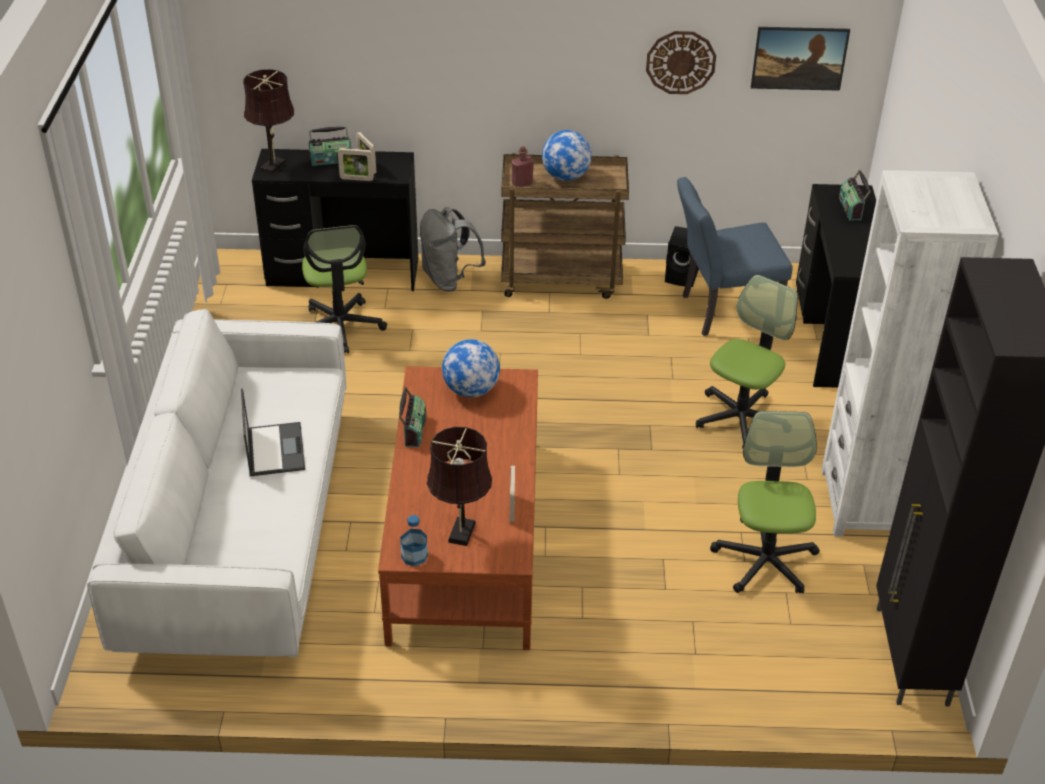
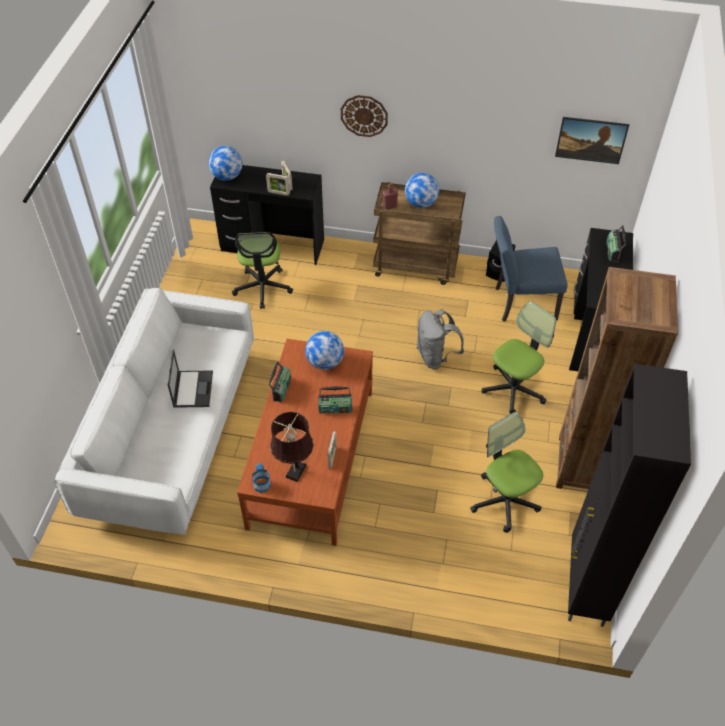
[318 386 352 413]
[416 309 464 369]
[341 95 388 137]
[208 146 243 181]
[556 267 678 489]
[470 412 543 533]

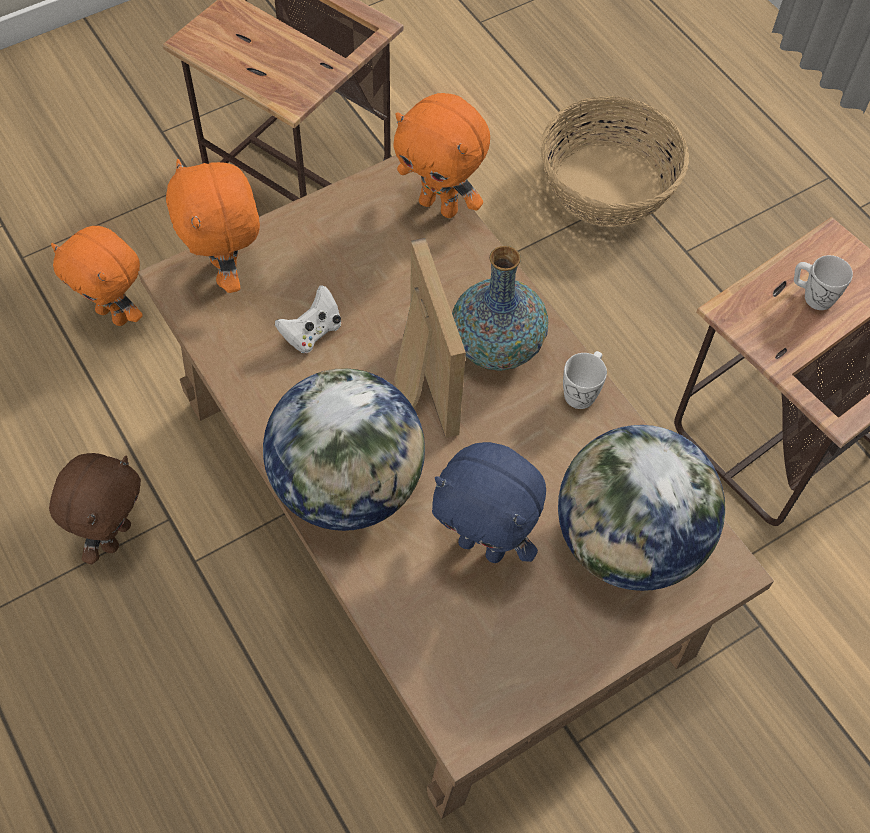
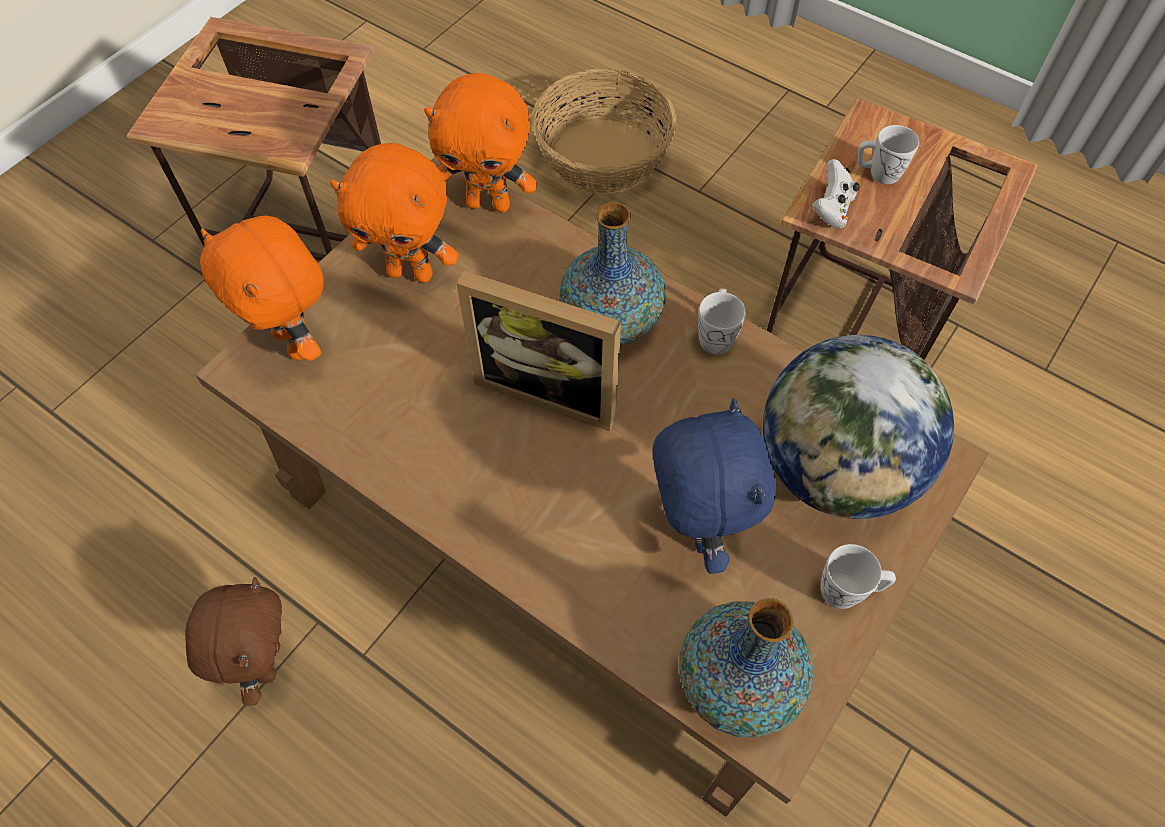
[263 368 425 531] (first image)
[679 598 814 737]
[821 544 896 609]
[330 143 459 283]
[812 159 860 228]
[456 271 621 431]
[653 398 776 574]

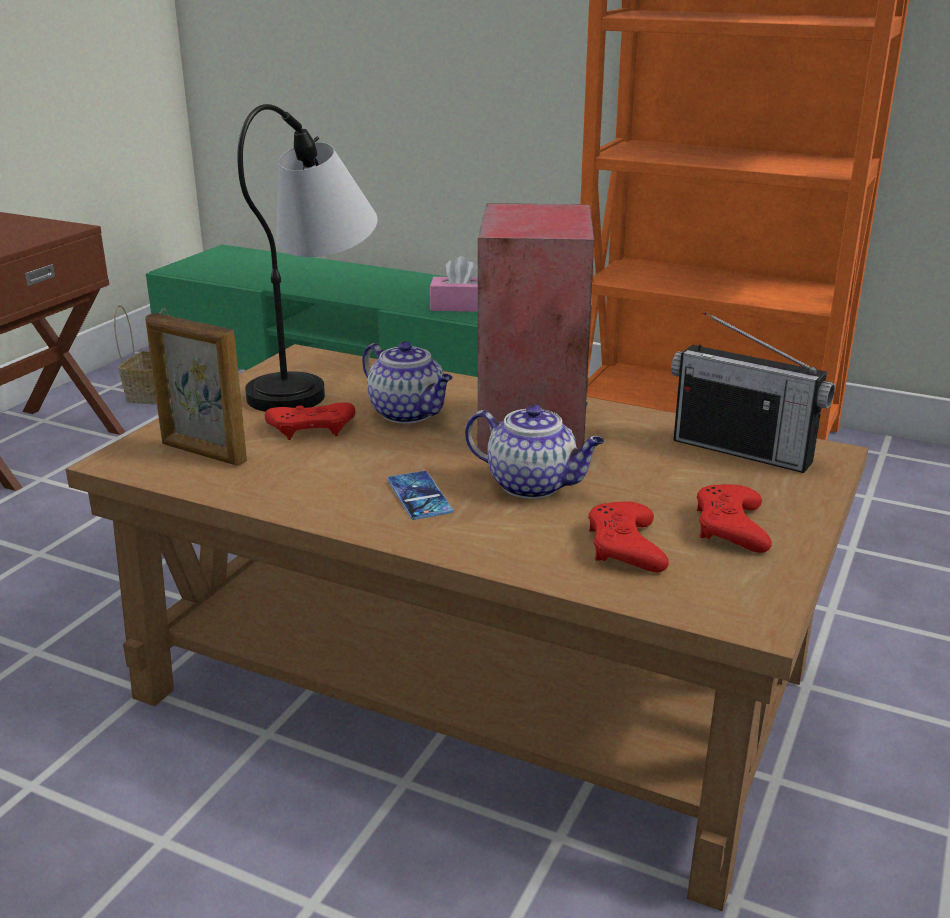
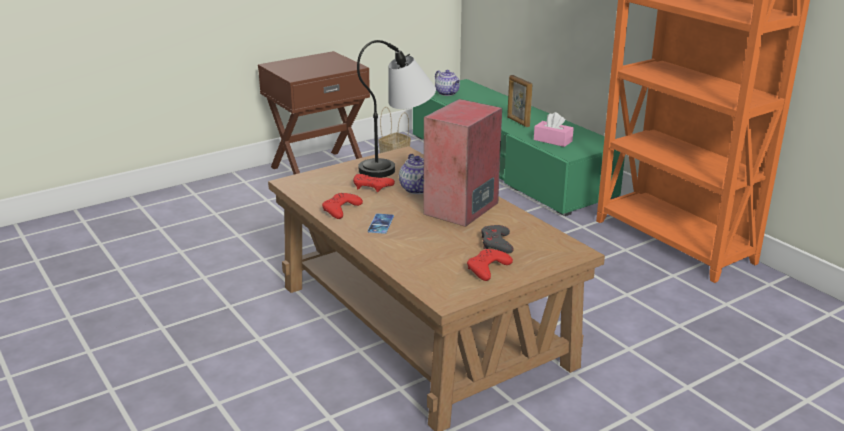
[671 311 835 473] (first image)
[481 225 514 253]
[507 75 532 127]
[435 70 460 96]
[322 193 363 219]

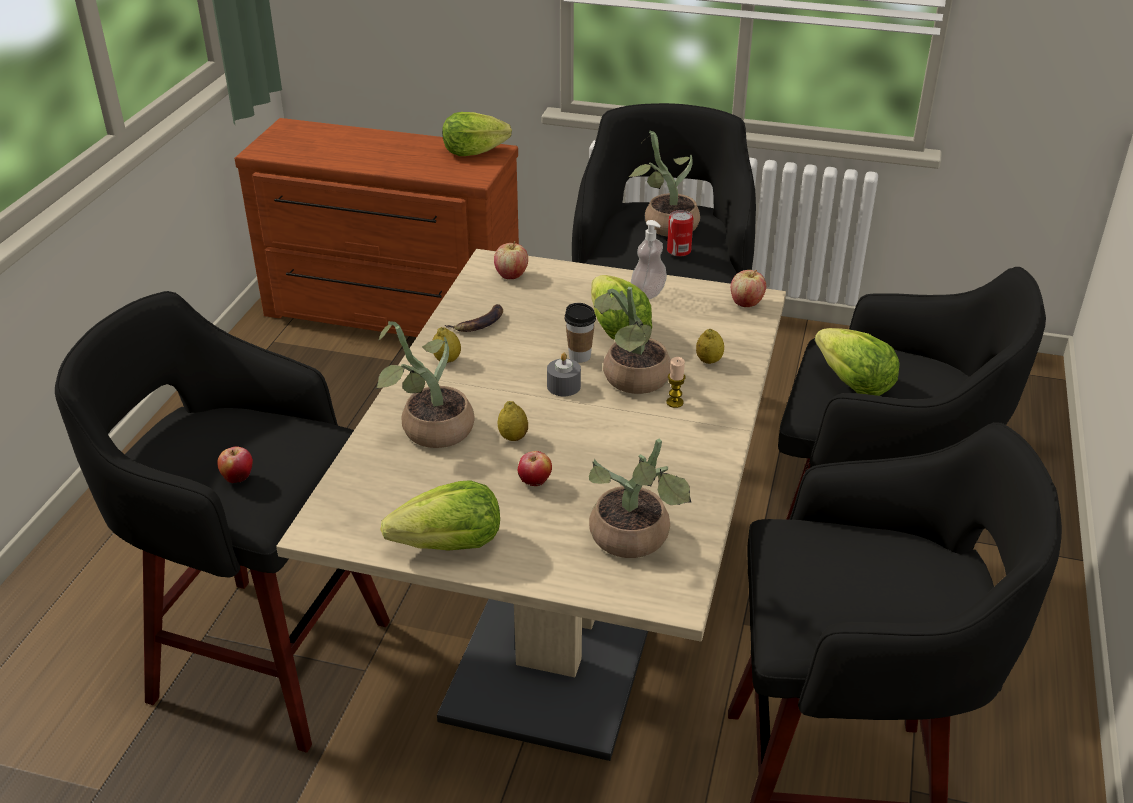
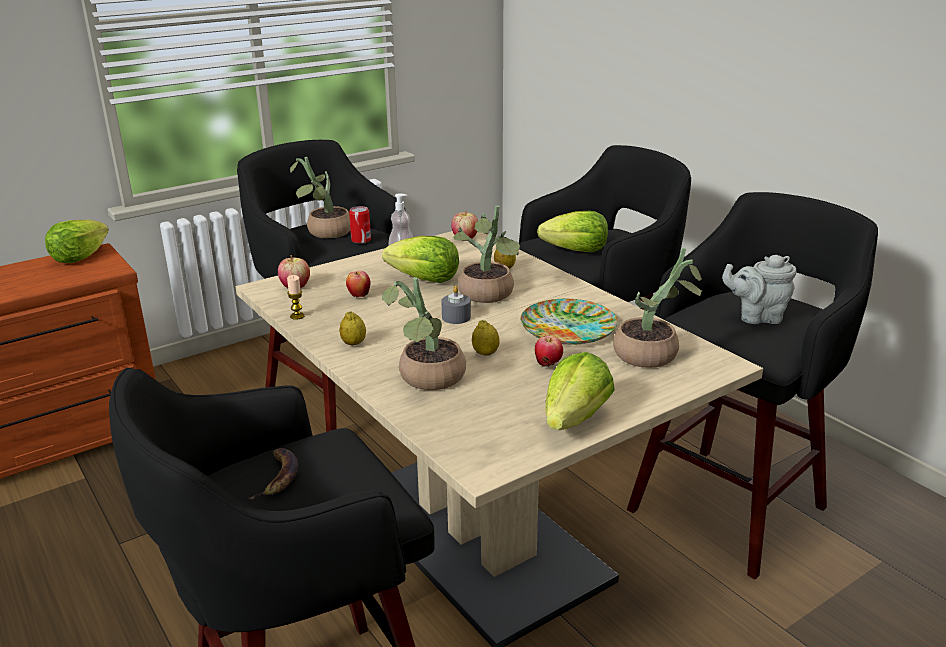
[564 303 596 363] (first image)
[521 299 618 344]
[722 255 797 324]
[346 271 370 297]
[249 448 298 499]
[287 275 305 320]

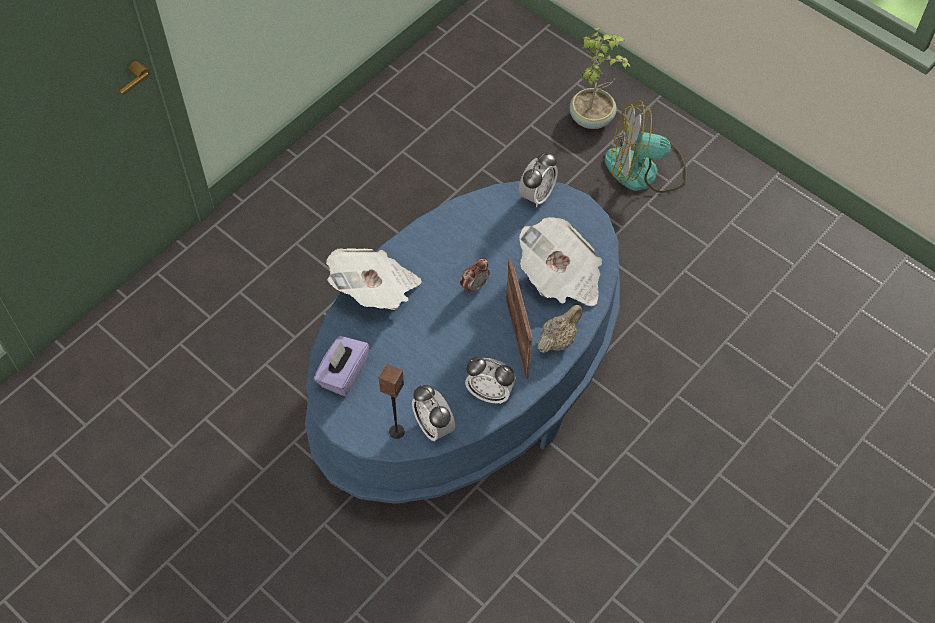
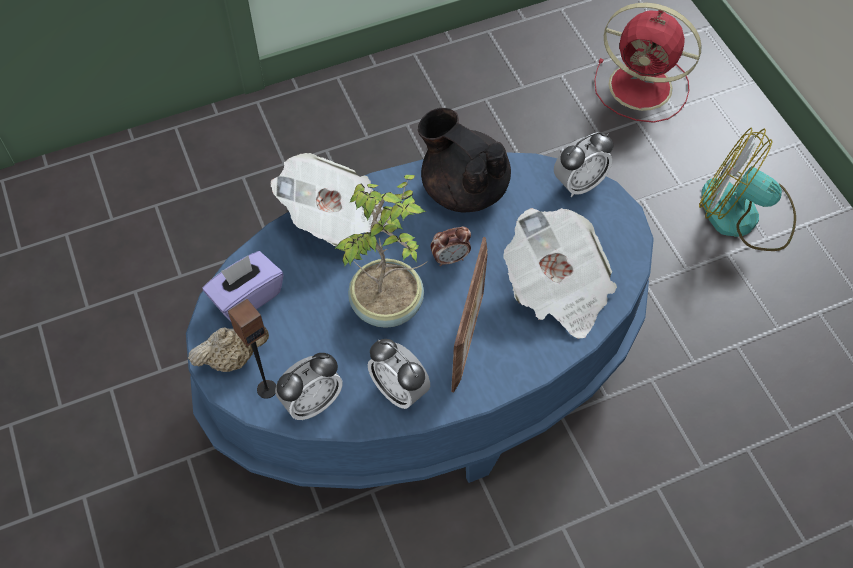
[418 108 511 212]
[594 3 702 123]
[188 326 269 372]
[334 175 428 328]
[275 353 342 420]

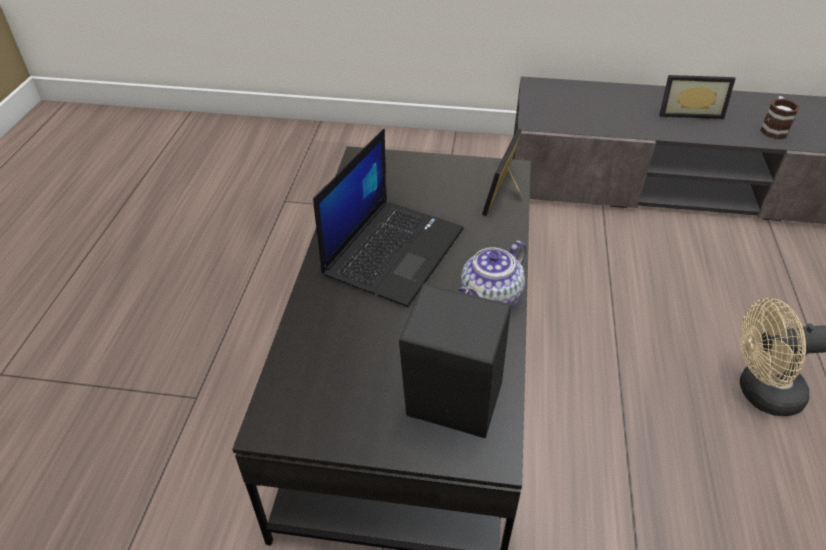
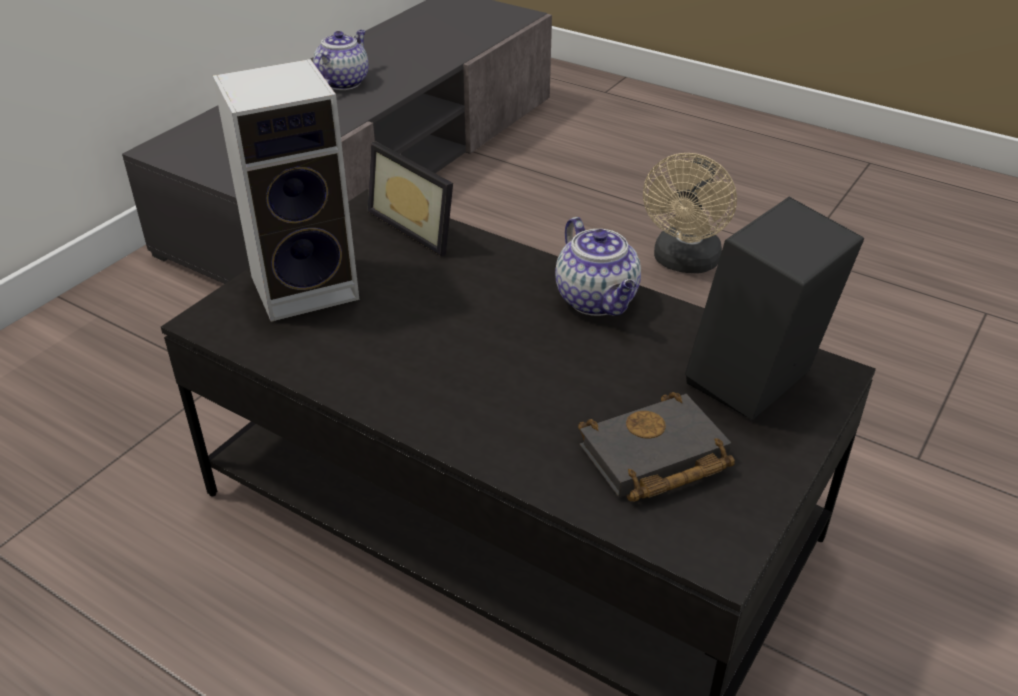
[313 129 464 307] (first image)
[760 96 800 139] (first image)
[212 59 360 322]
[578 392 735 501]
[313 30 368 90]

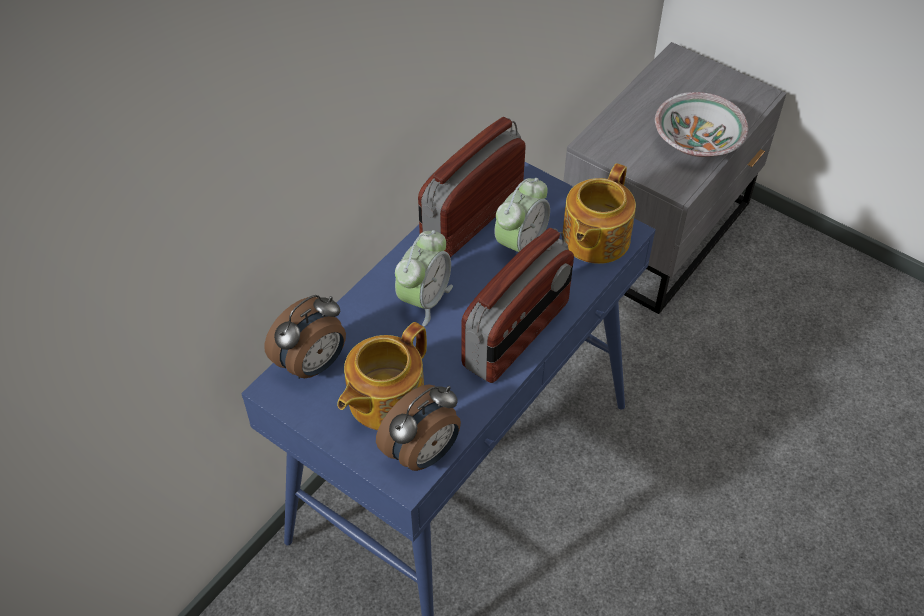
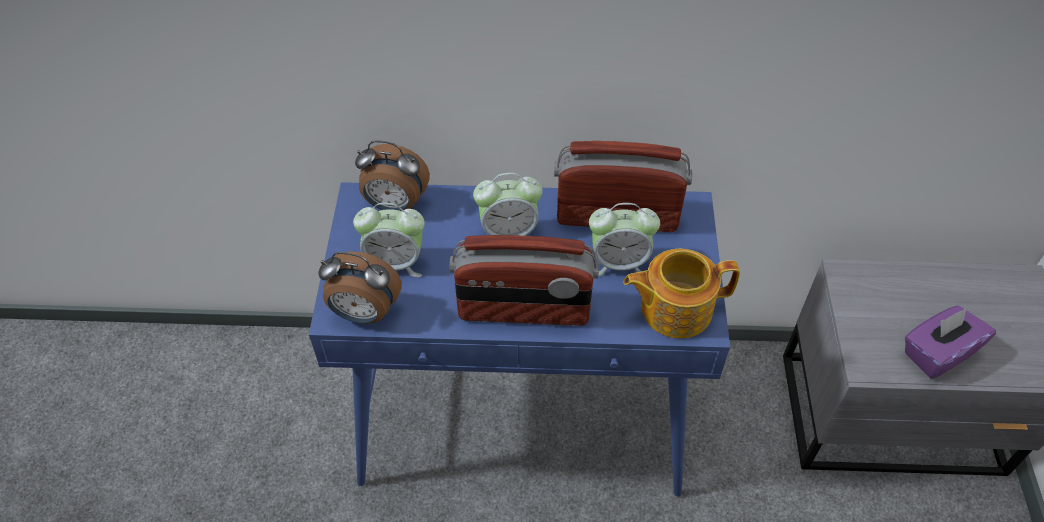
[353 203 425 277]
[905 306 996 379]

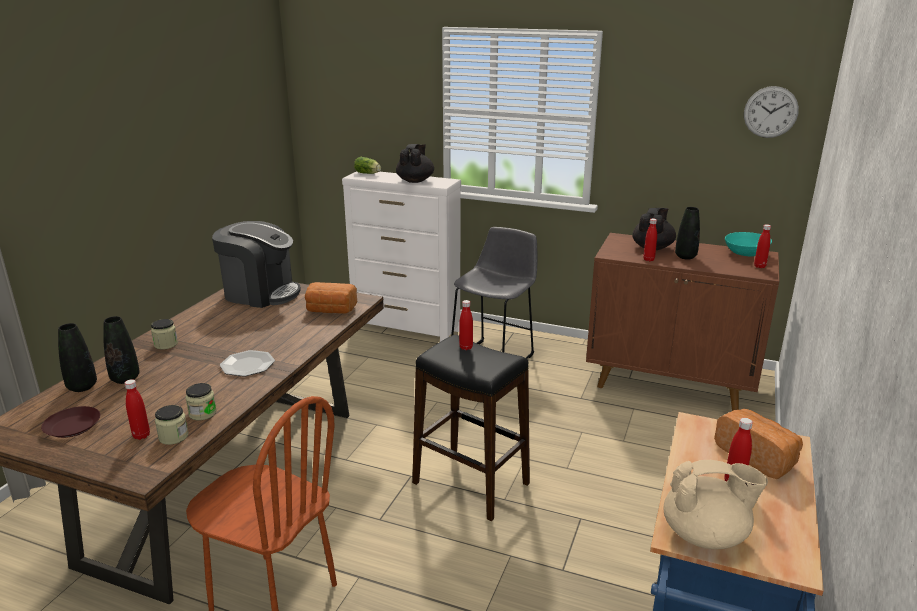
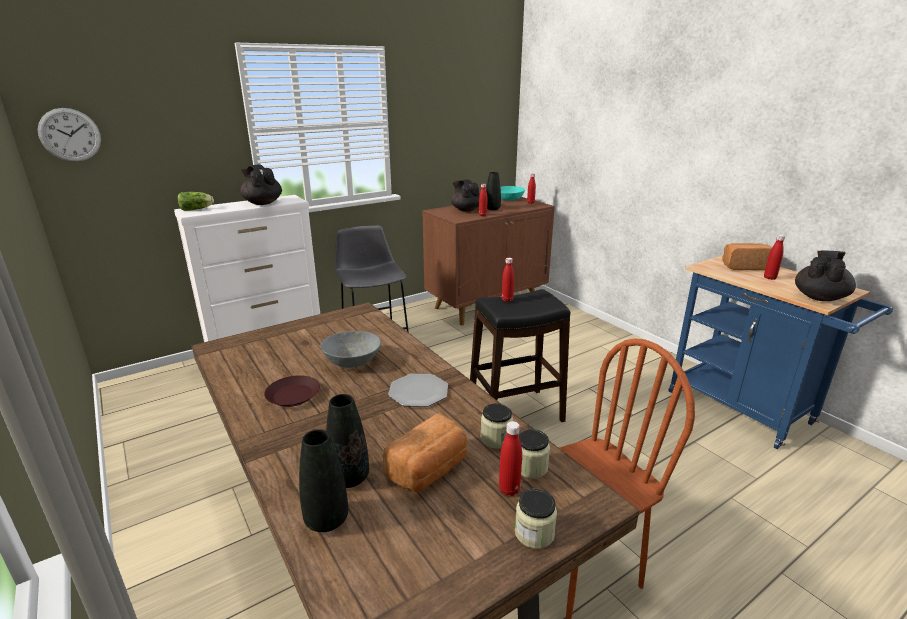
[212 221 301 308] (first image)
[320 331 381 368]
[264 375 320 407]
[515 489 557 549]
[383 413 467 492]
[38 108 101 162]
[795 250 856 301]

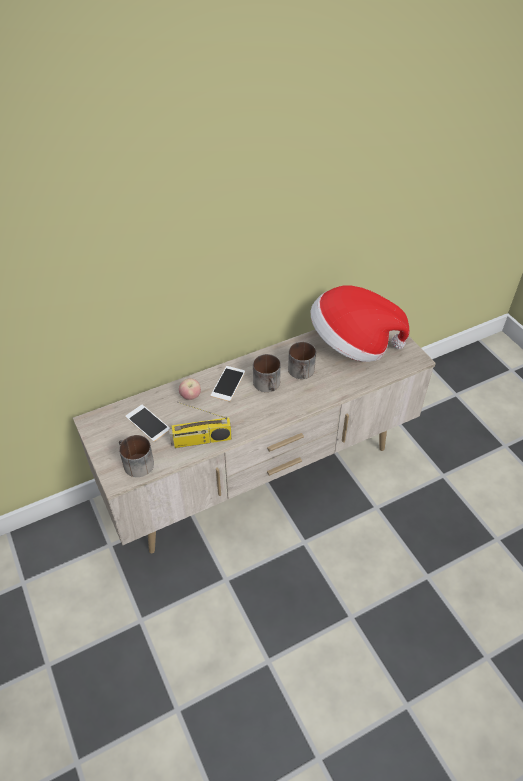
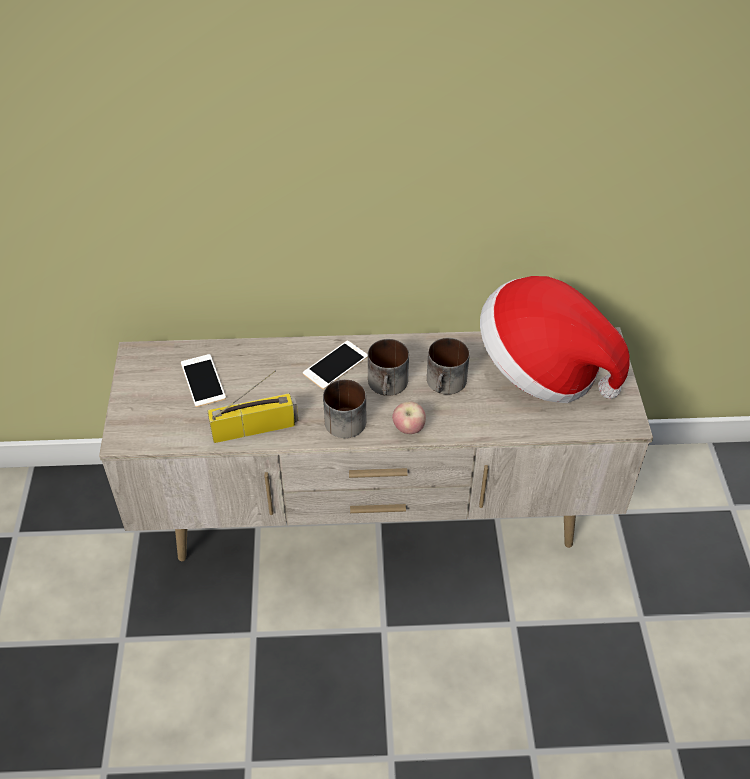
[323 379 366 438]
[392 401 426 434]
[207 370 298 443]

